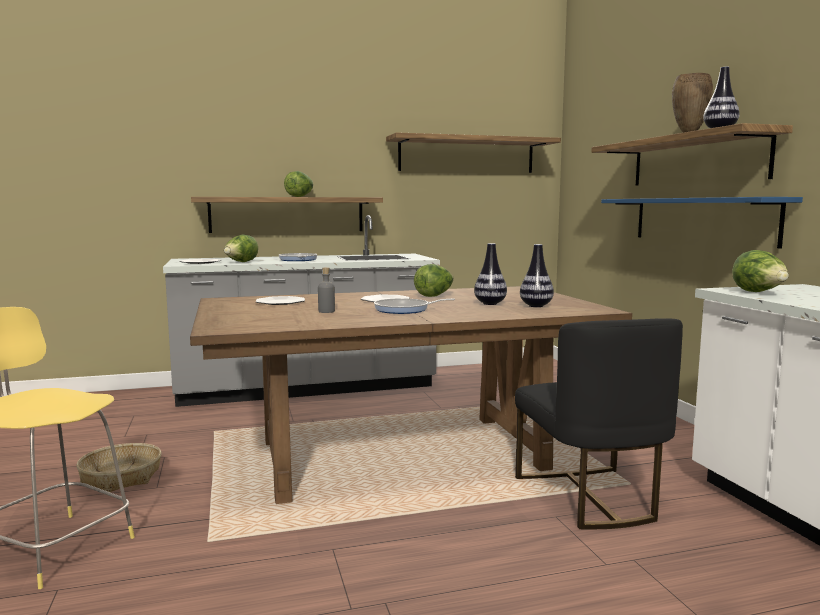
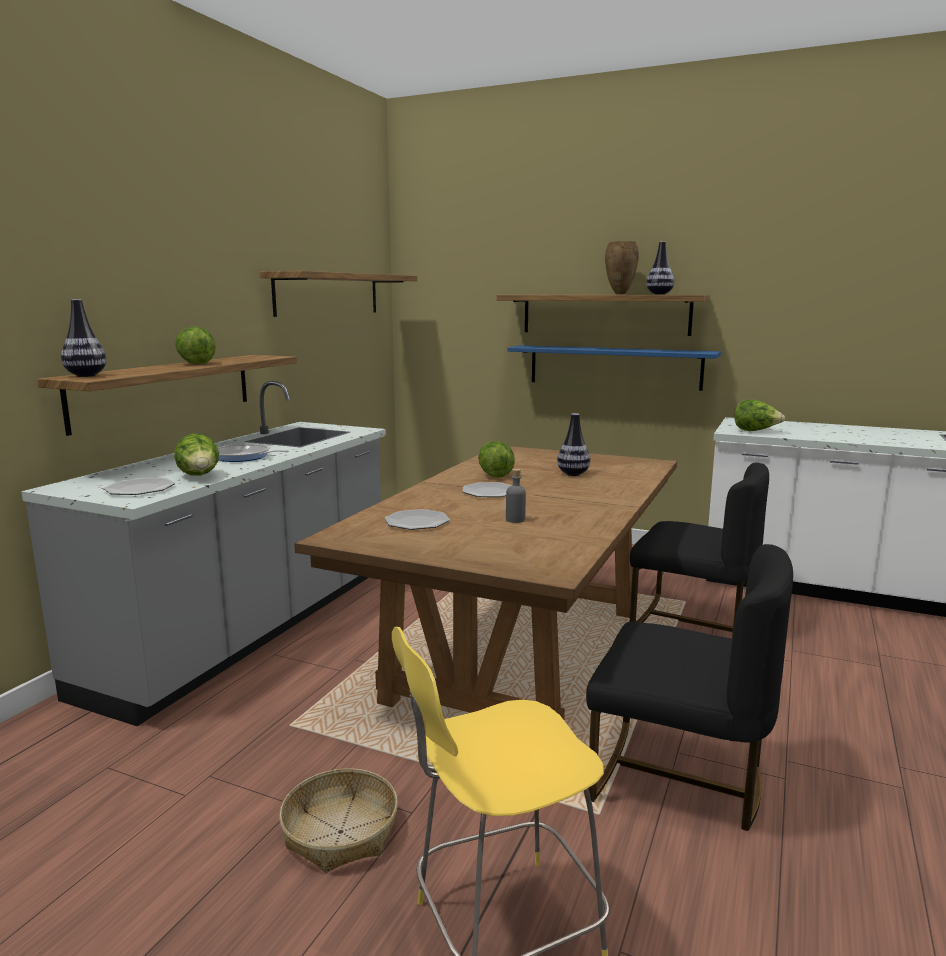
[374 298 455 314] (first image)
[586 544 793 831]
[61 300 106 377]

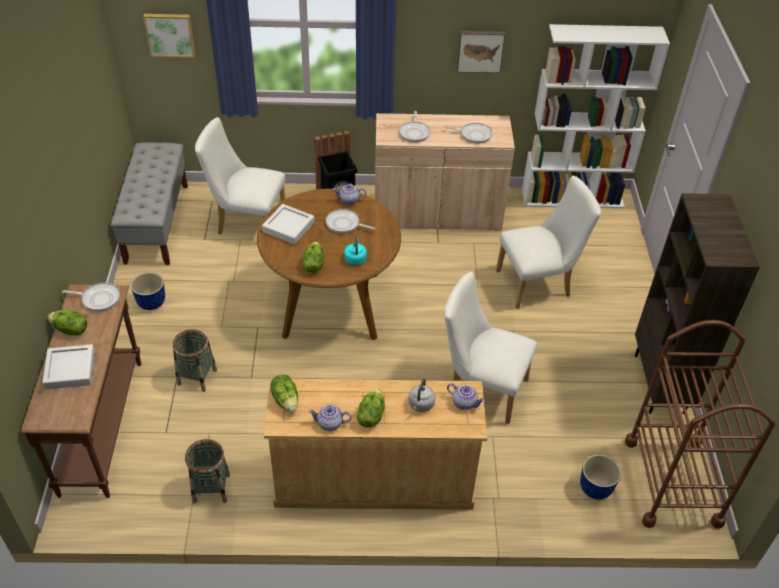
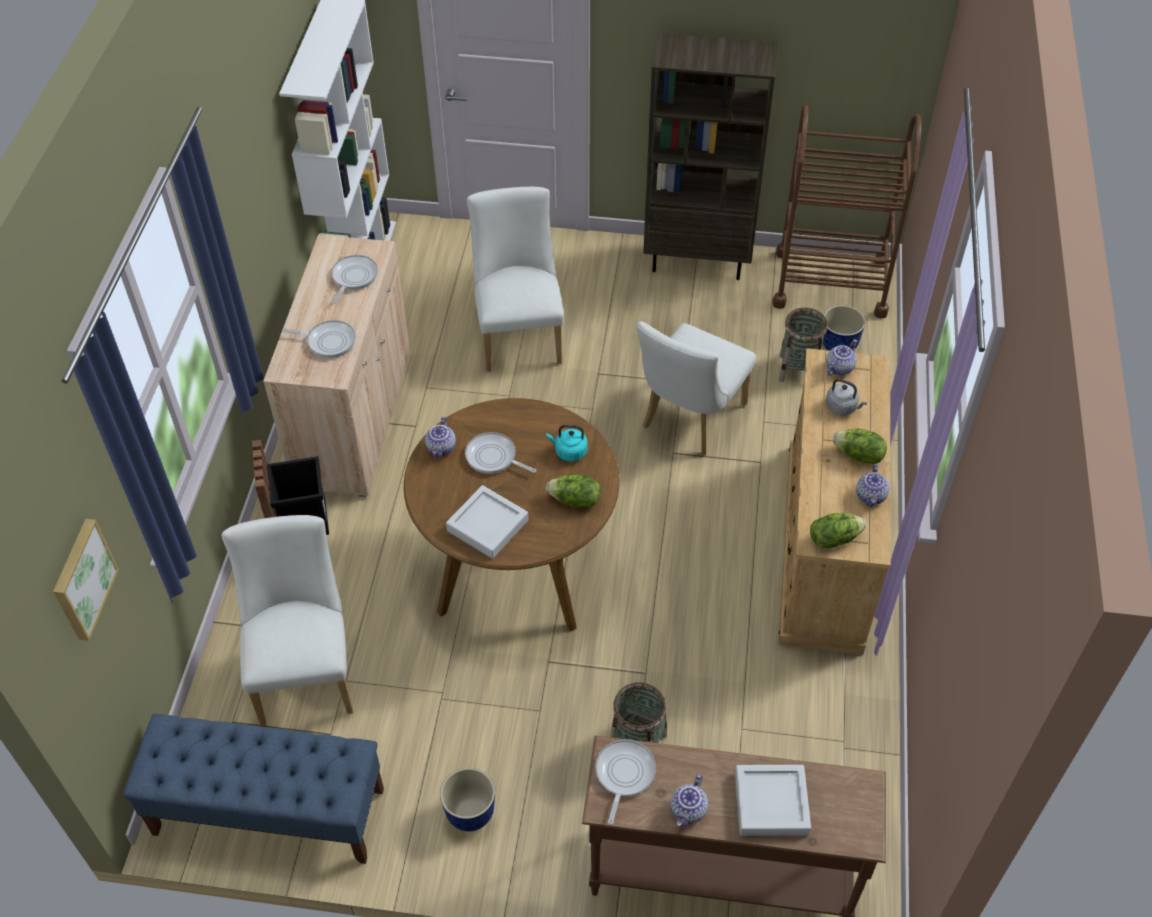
[457 31 505 73] (first image)
[779 308 828 382]
[671 774 708 827]
[123 714 384 864]
[221 515 353 726]
[465 432 536 474]

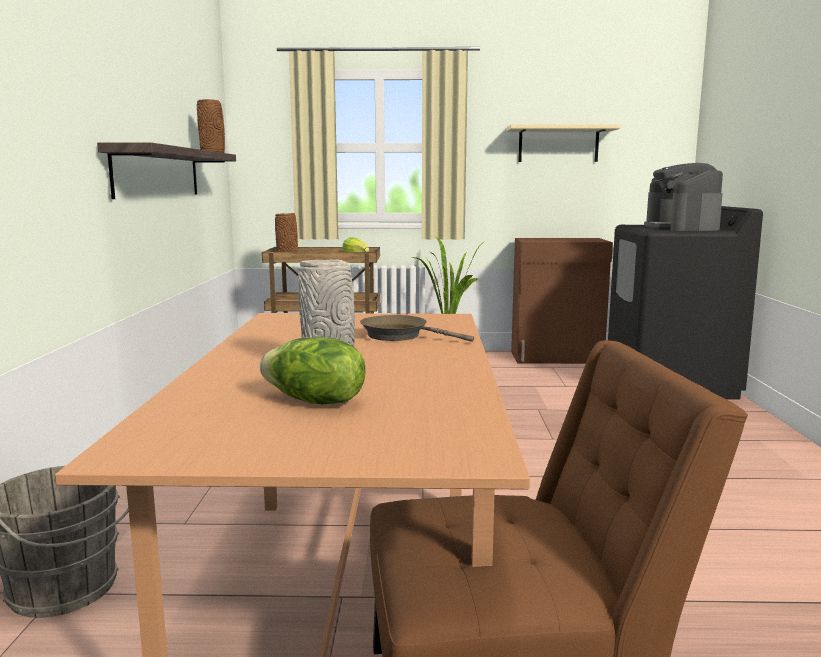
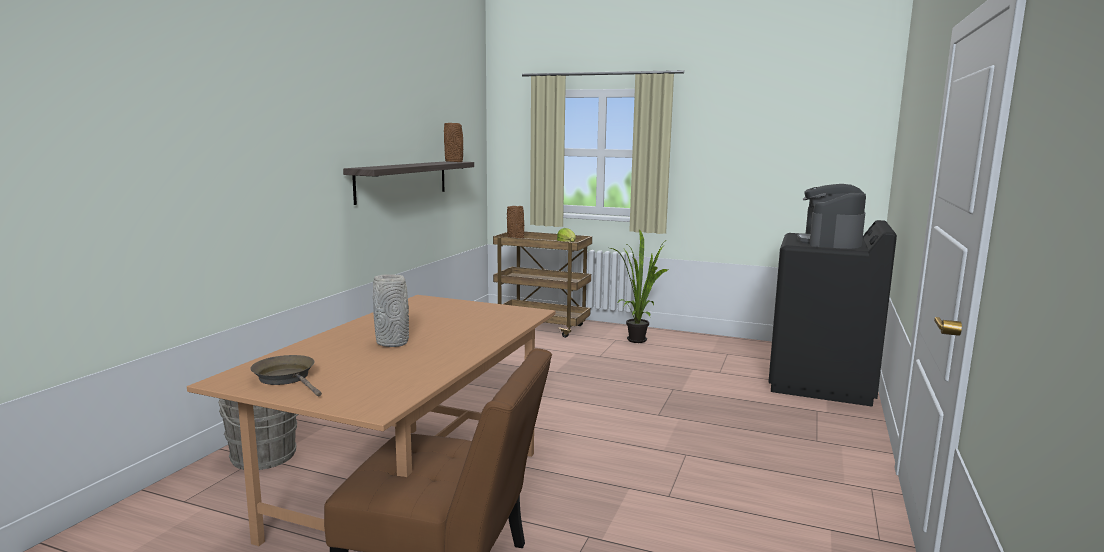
[260 337 365 404] (first image)
[507 124 621 162] (first image)
[511 238 613 364] (first image)
[250 355 322 397]

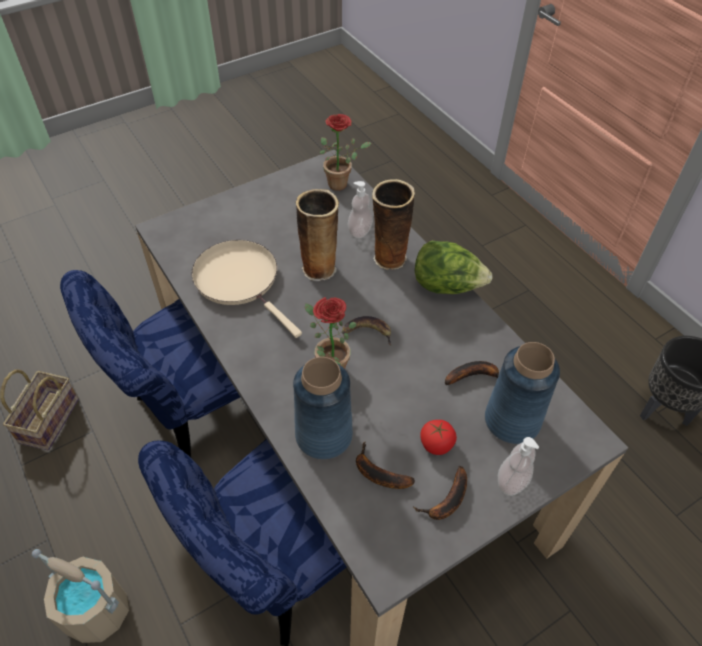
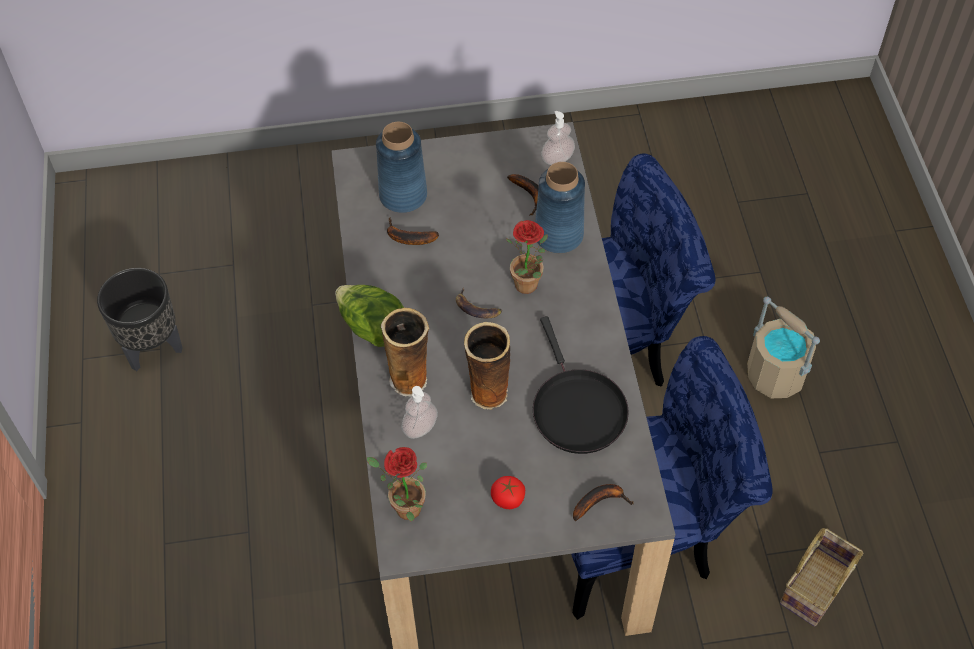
[573 484 634 521]
[491 476 525 509]
[541 111 575 165]
[533 316 629 454]

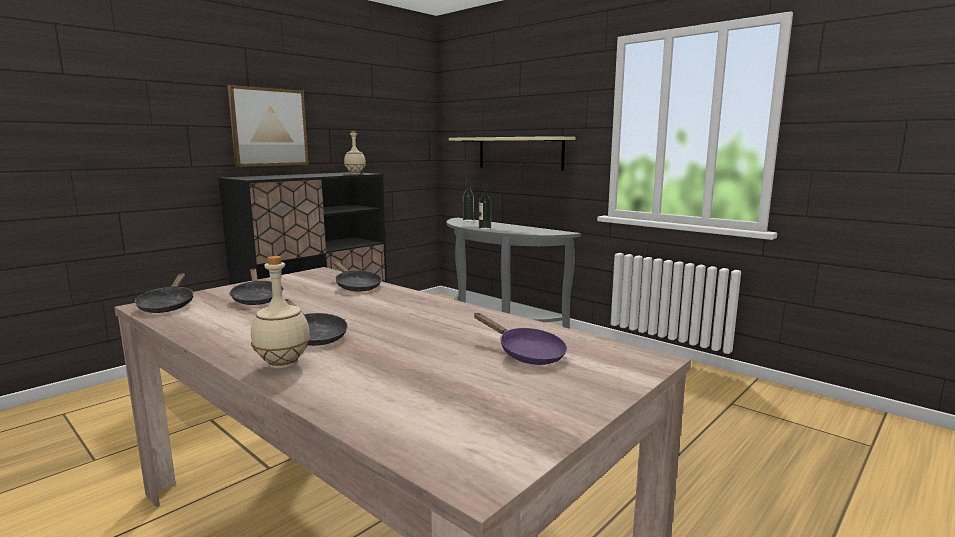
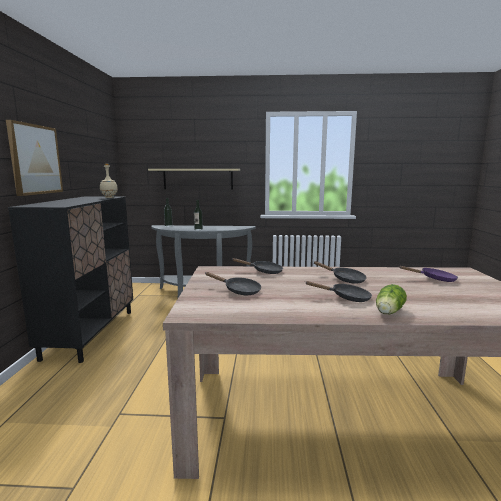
[314 261 367 284]
[376 284 407 314]

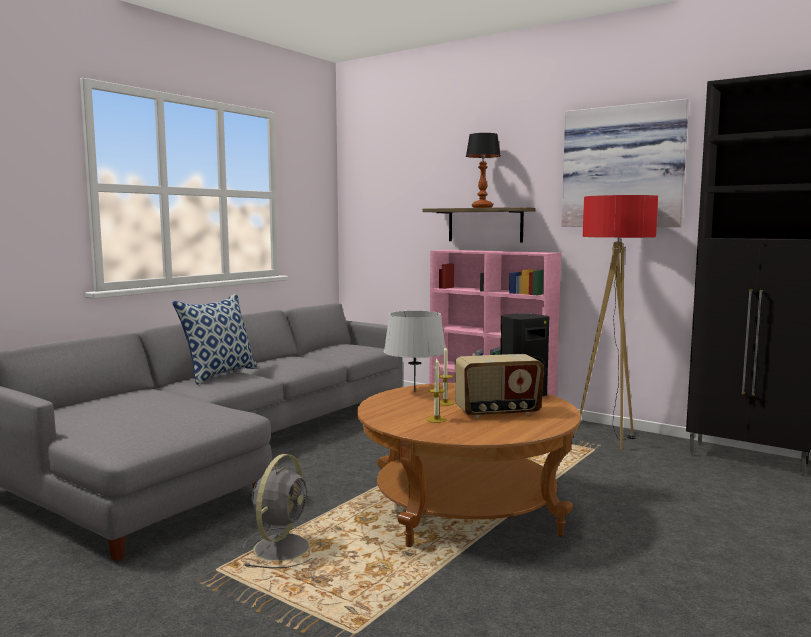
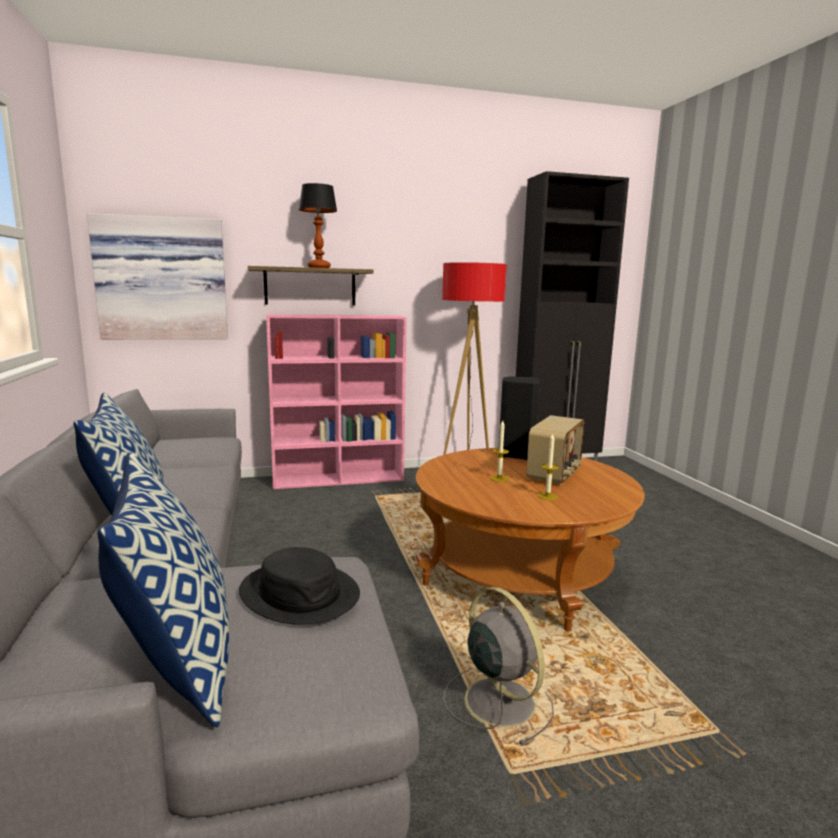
[384 311 445 392] (first image)
[97 452 229 727]
[239 547 360 625]
[87 213 228 339]

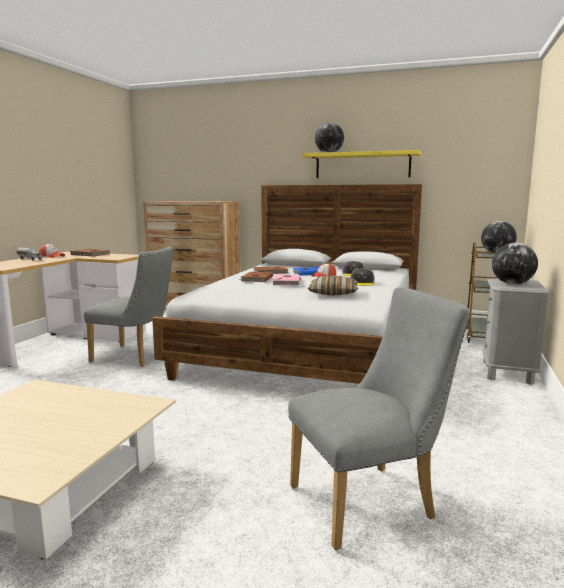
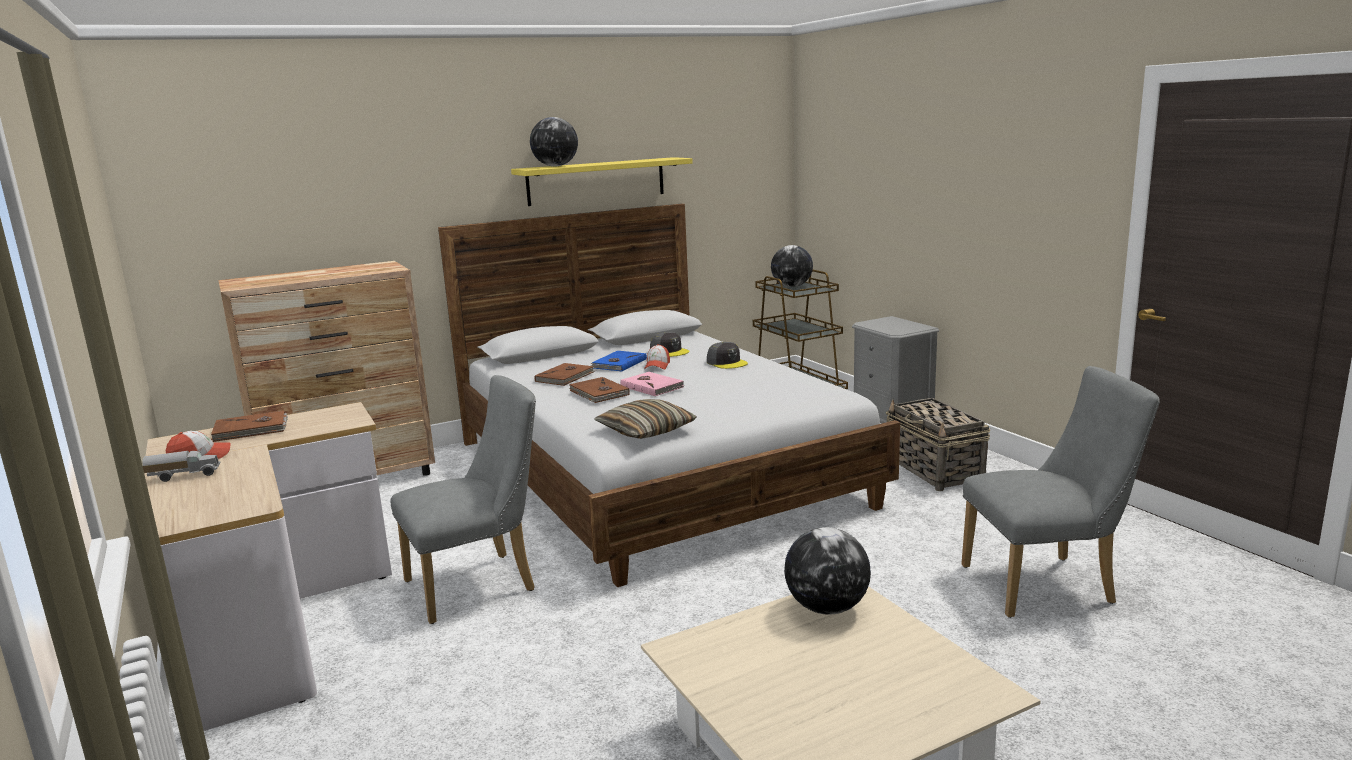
[886 398 990 491]
[594 399 697 439]
[784 527 871 615]
[961 366 1160 618]

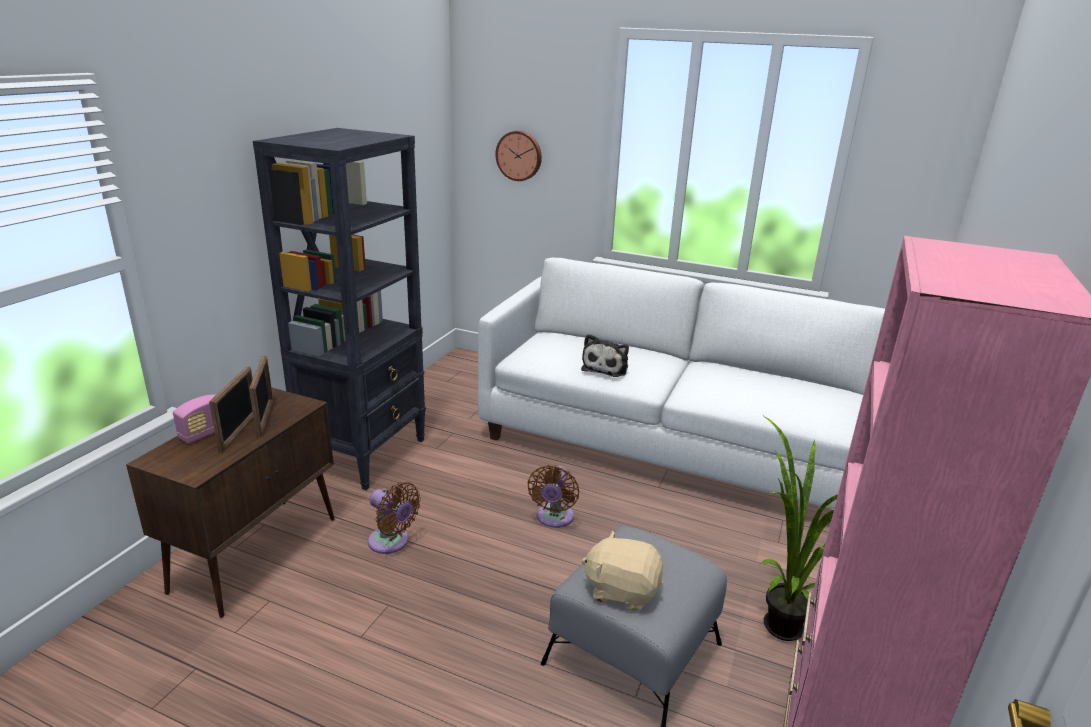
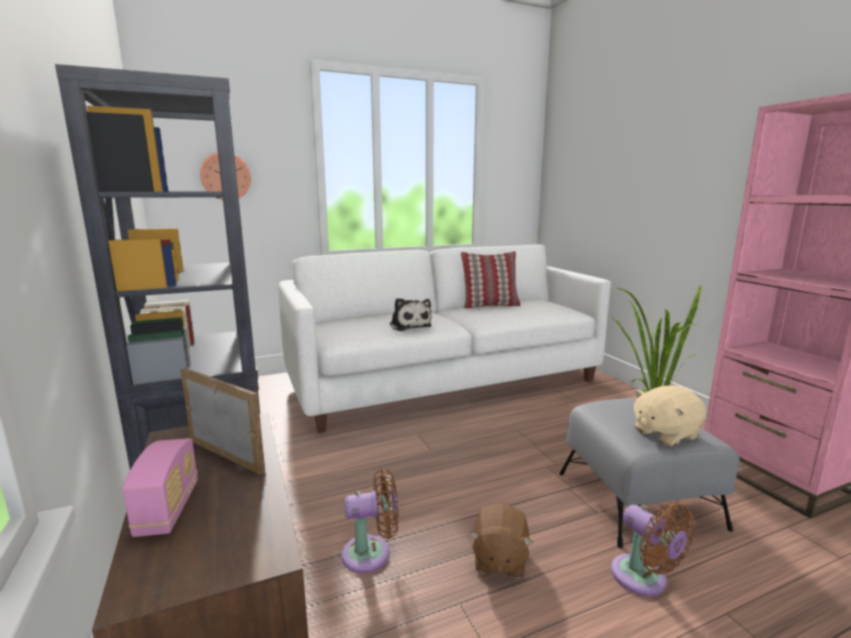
[209 366 254 453] (first image)
[461 251 520 309]
[470 504 533 578]
[611 503 695 596]

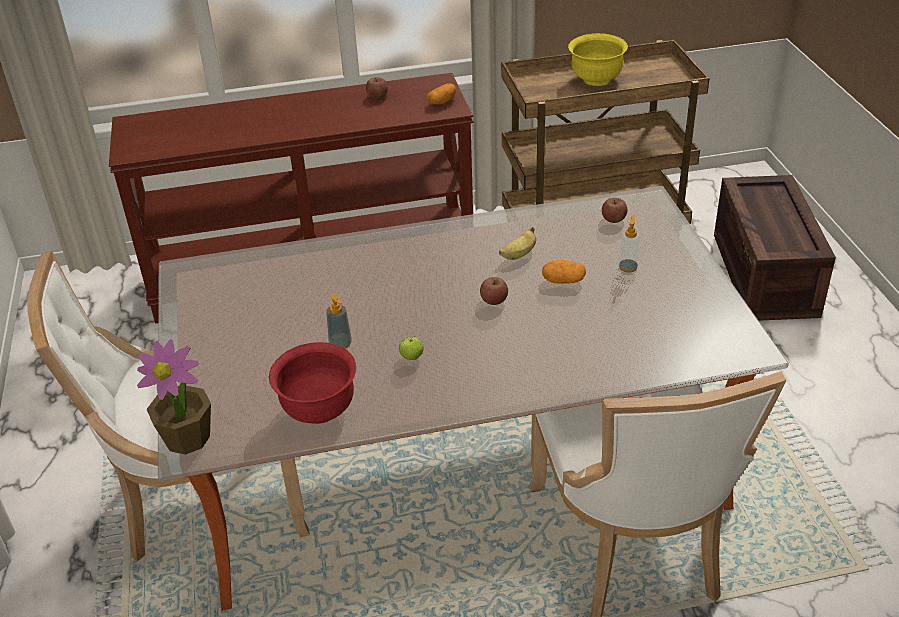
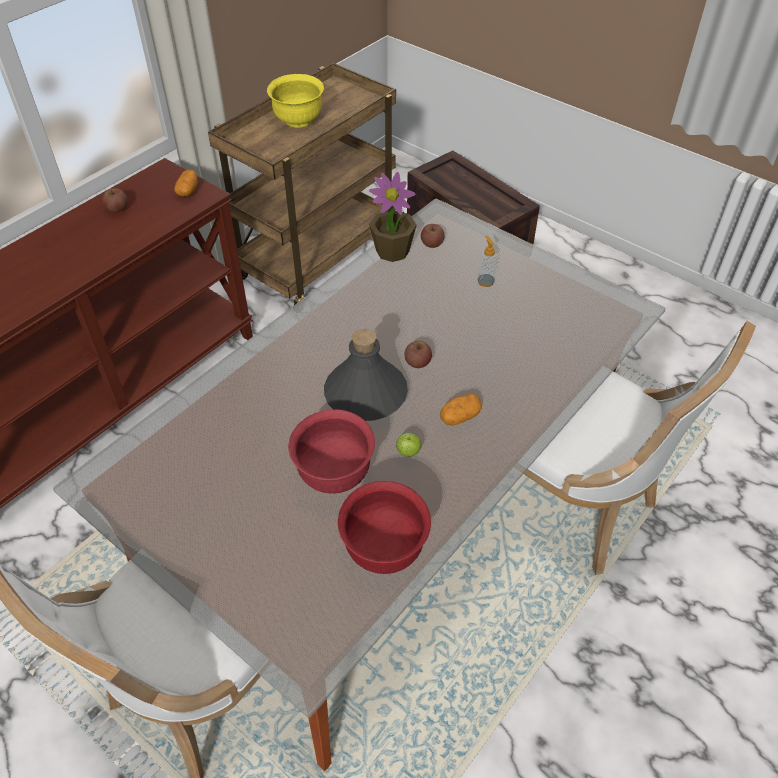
[499 227 536 260] (first image)
[324 329 408 421]
[369 172 417 262]
[440 394 482 426]
[288 409 375 494]

